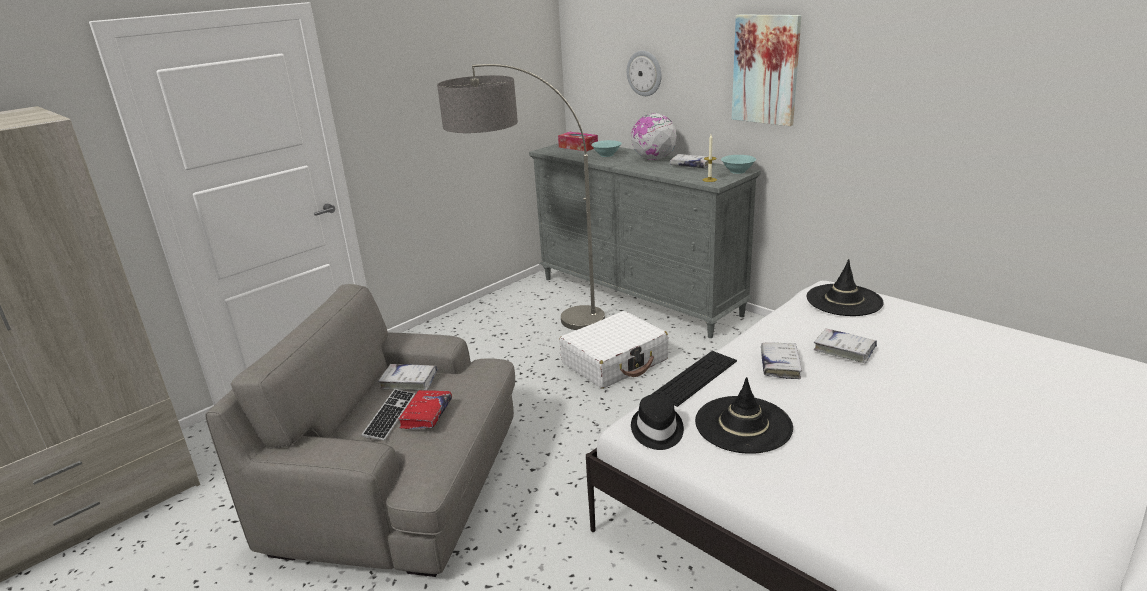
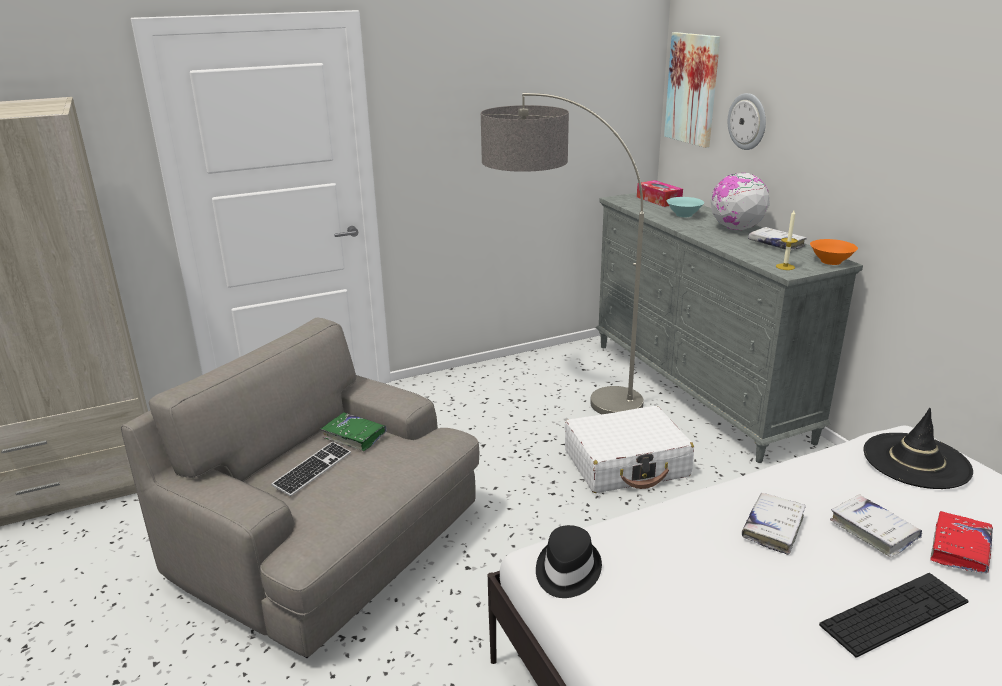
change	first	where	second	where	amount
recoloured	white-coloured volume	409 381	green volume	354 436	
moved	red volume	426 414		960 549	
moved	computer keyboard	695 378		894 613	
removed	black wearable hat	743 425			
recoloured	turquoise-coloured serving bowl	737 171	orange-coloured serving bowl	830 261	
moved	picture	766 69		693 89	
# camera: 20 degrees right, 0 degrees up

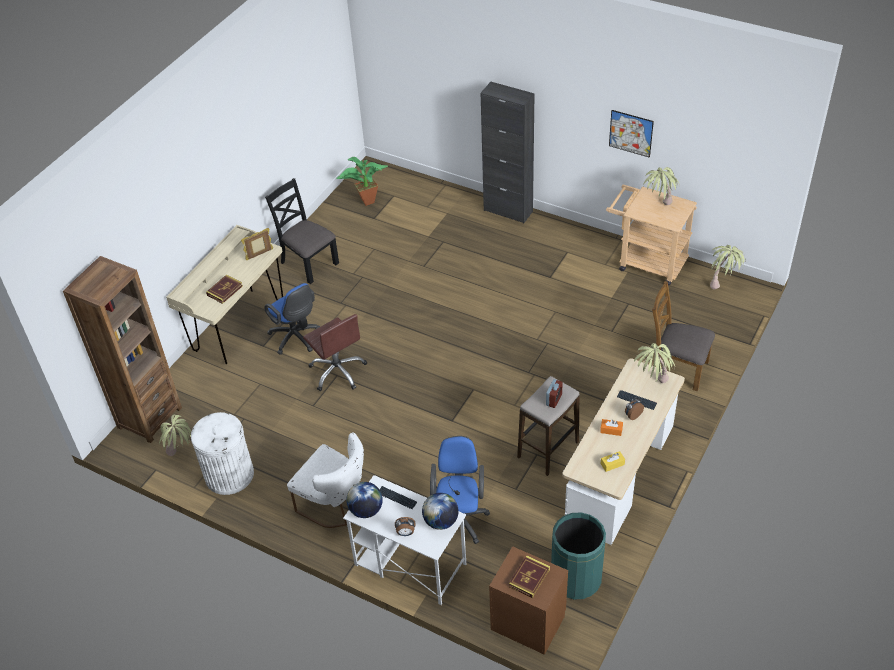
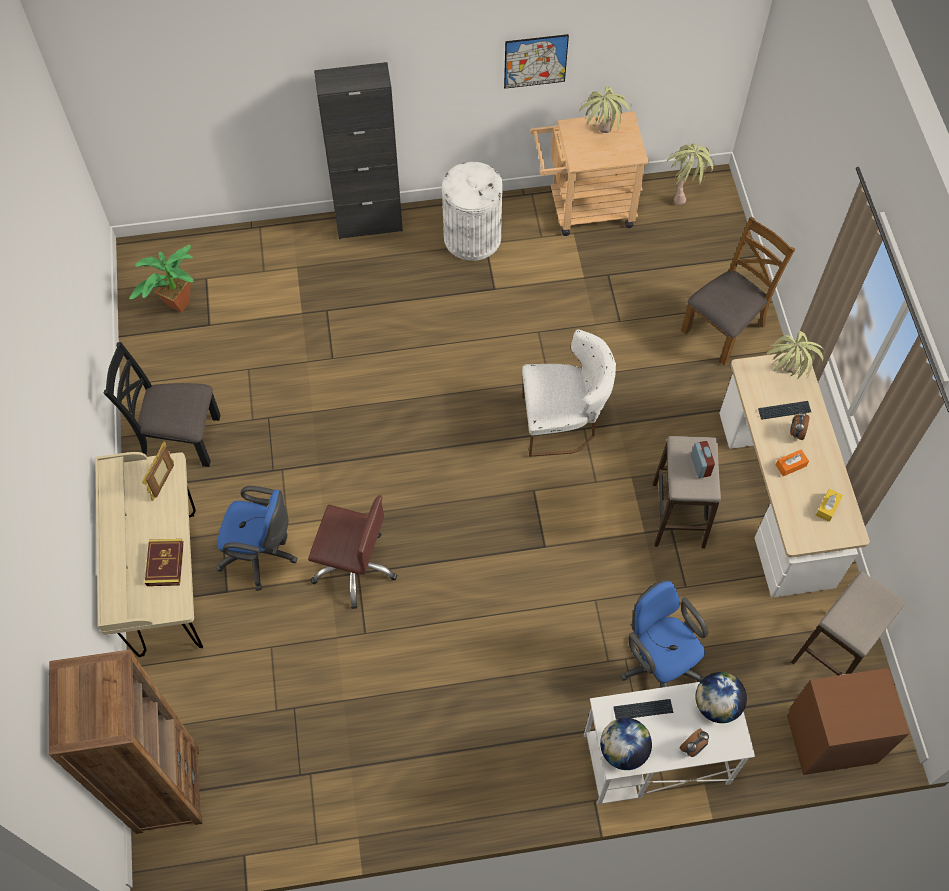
change	first	where	second	where	amount
removed	plant in a pot	182 456			
moved	white-coloured rubbish bin	229 475		472 237	
moved	white-coloured plain chair	335 504		562 423	
removed	volume	529 578			
replaced	green rubbish bin	575 578	sitting stool	834 652	
turned	brown plain chair	677 368		724 328	150 degrees clockwise
# camera: 40 degrees left, 15 degrees up

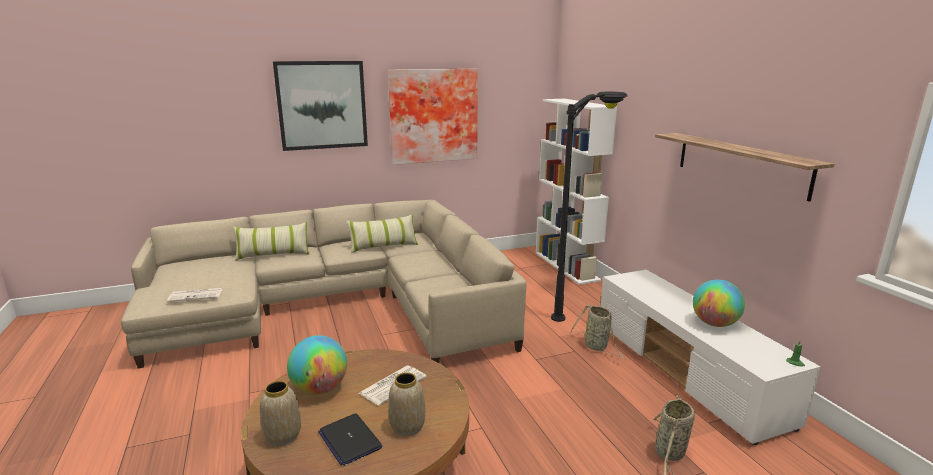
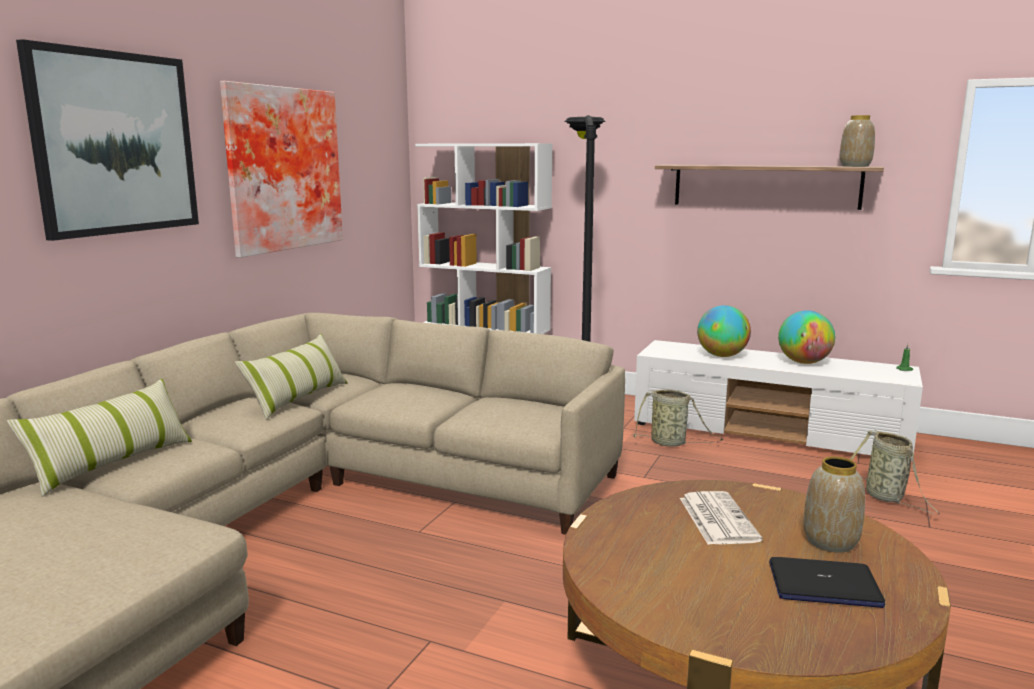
change	first	where	second	where	amount
removed	daily paper	196 295			
moved	flower vase	282 436		855 166	
moved	desk globe	320 389		722 356	
# camera: 45 degrees left, 5 degrees down

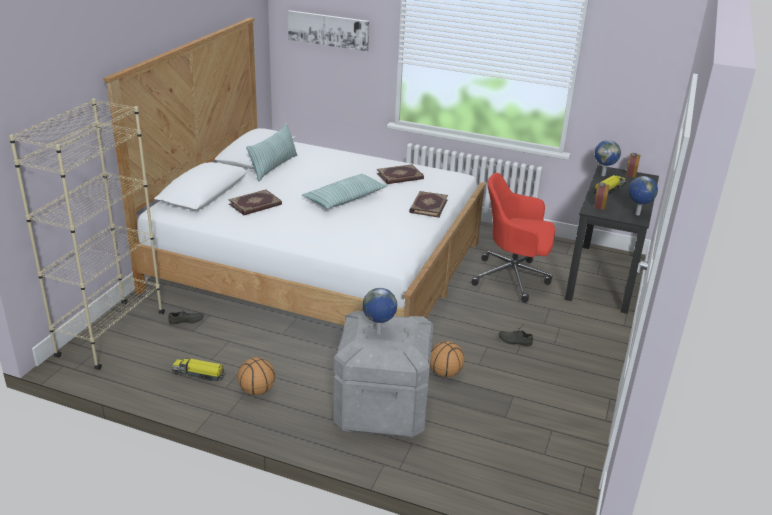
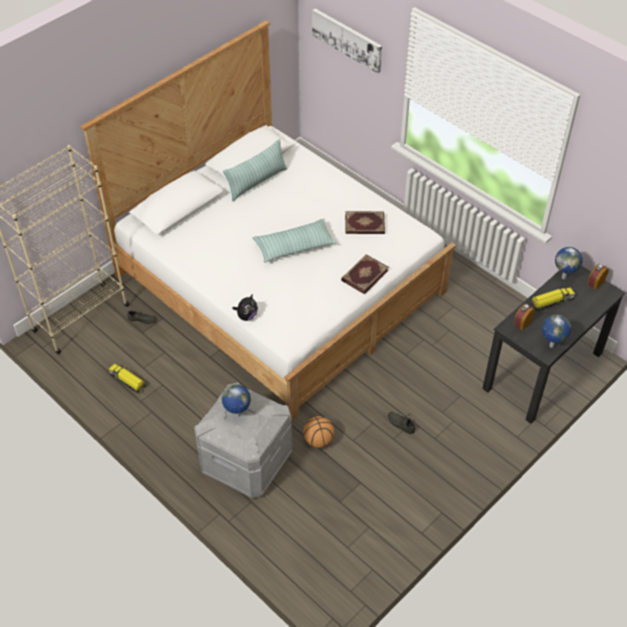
change	first	where	second	where	amount
removed	volume	255 205			
removed	ball for basketball	256 390			
removed	red computer chair	513 278			
added			cuddly toy	246 316	
# camera: 25 degrees right, 20 degrees up

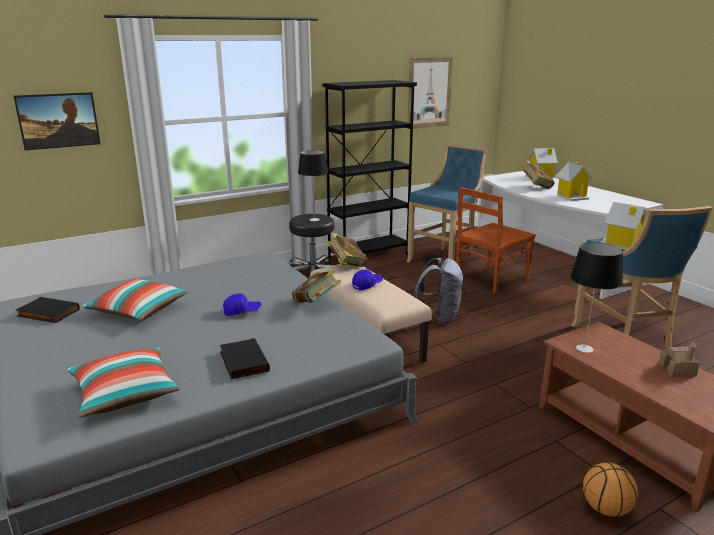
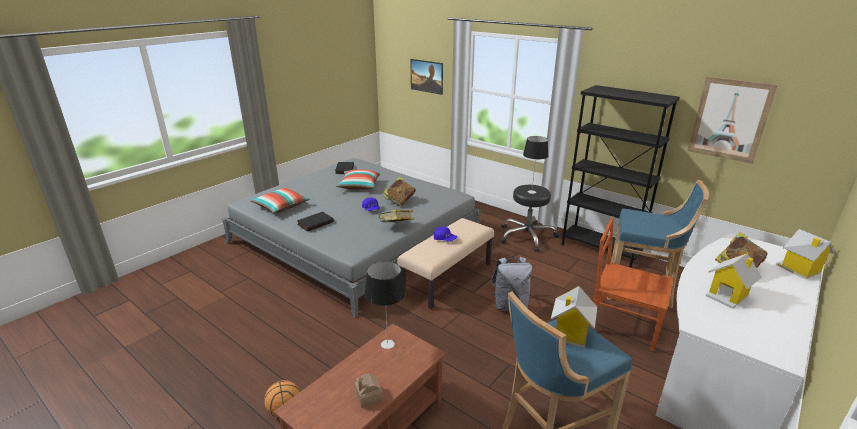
change	first	where	second	where	amount
moved	volume	346 265		400 202	
# camera: 70 degrees right, 5 degrees up

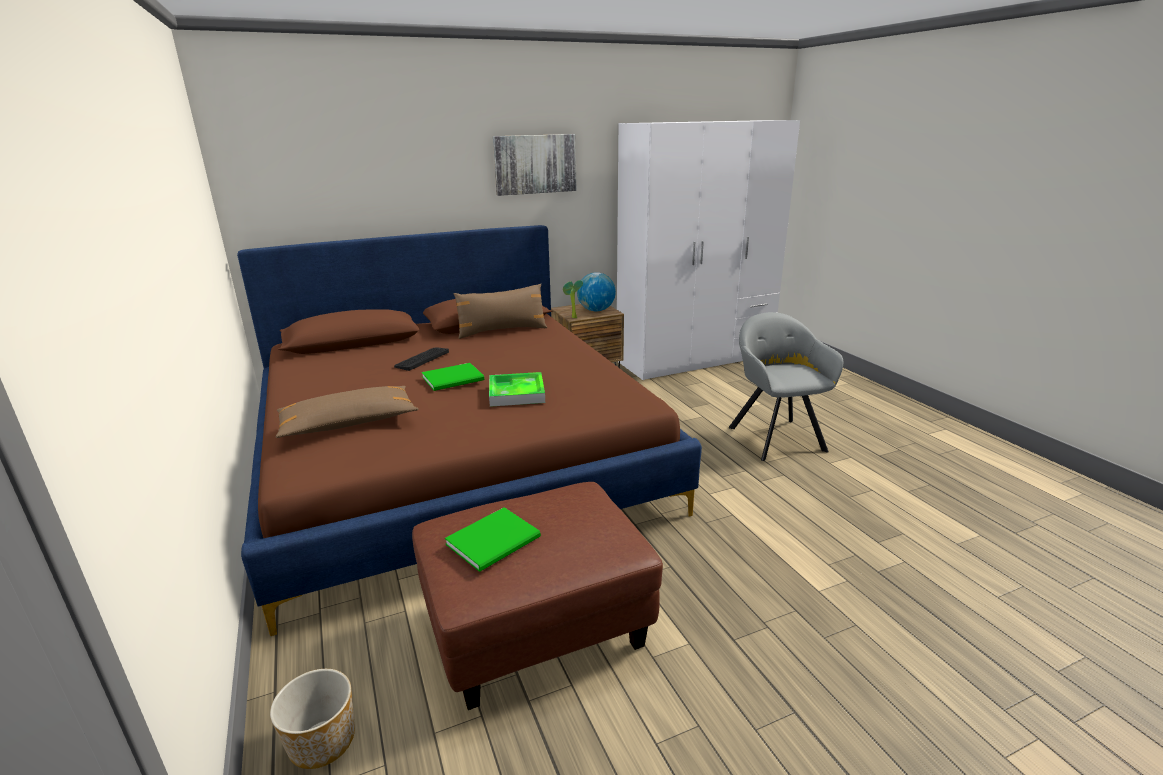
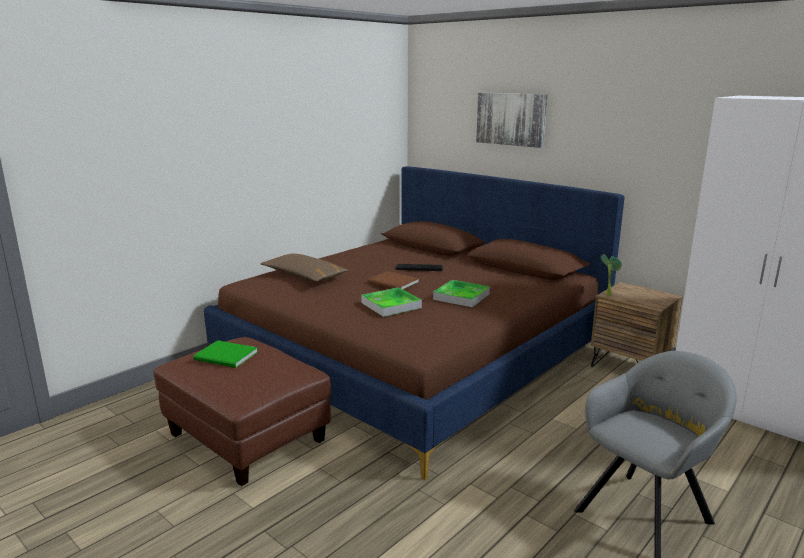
change	first	where	second	where	amount
removed	flower pot	321 742			
recoloured	green volume	455 378	brown volume	394 283	
removed	brown pillow	502 331			
moved	picture	535 164		511 119	
removed	desk globe	596 310			
added			carrying tray	461 297	
# camera: 65 degrees right, 5 degrees down

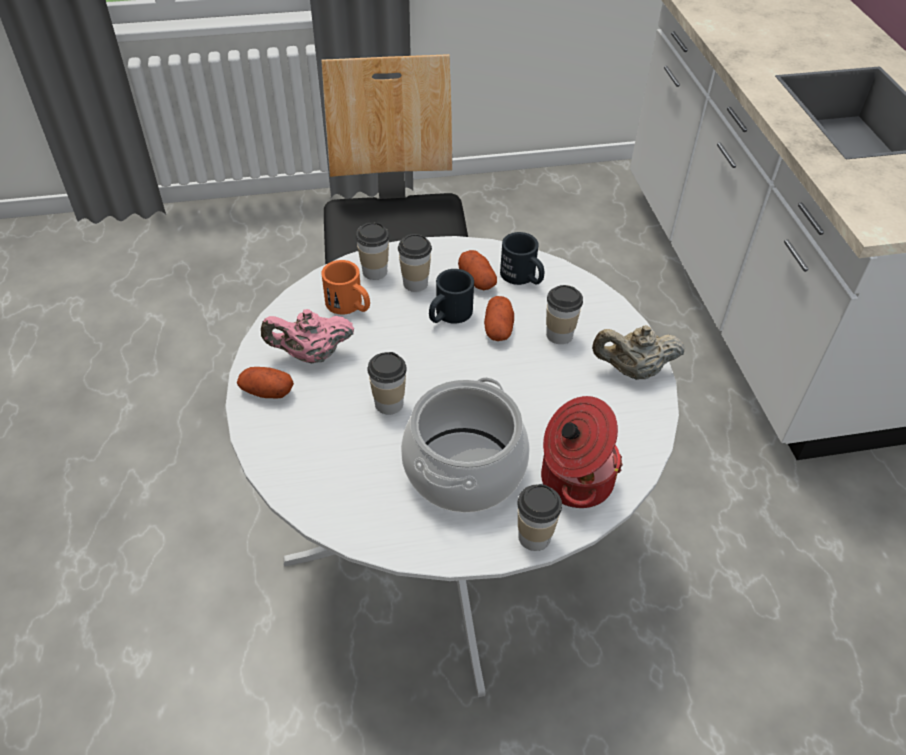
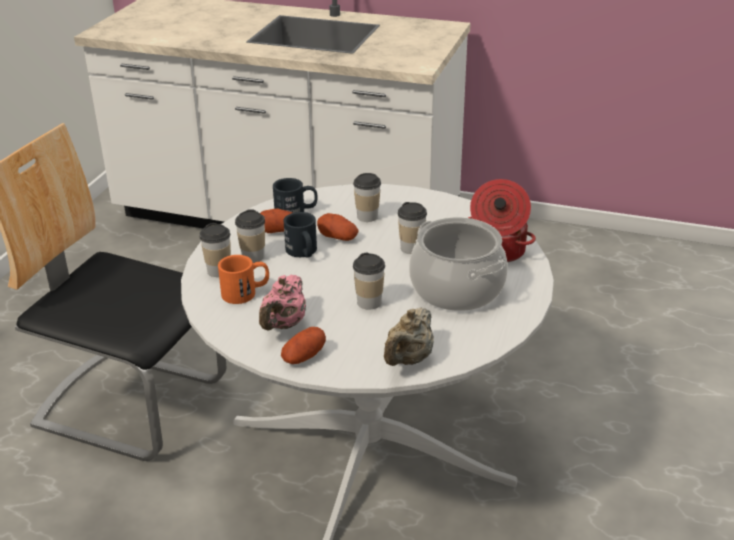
change	first	where	second	where	amount
moved	cup	534 537		411 248	
moved	sand-coloured teapot	633 371		408 359	
# camera: 60 degrees left, 15 degrees down

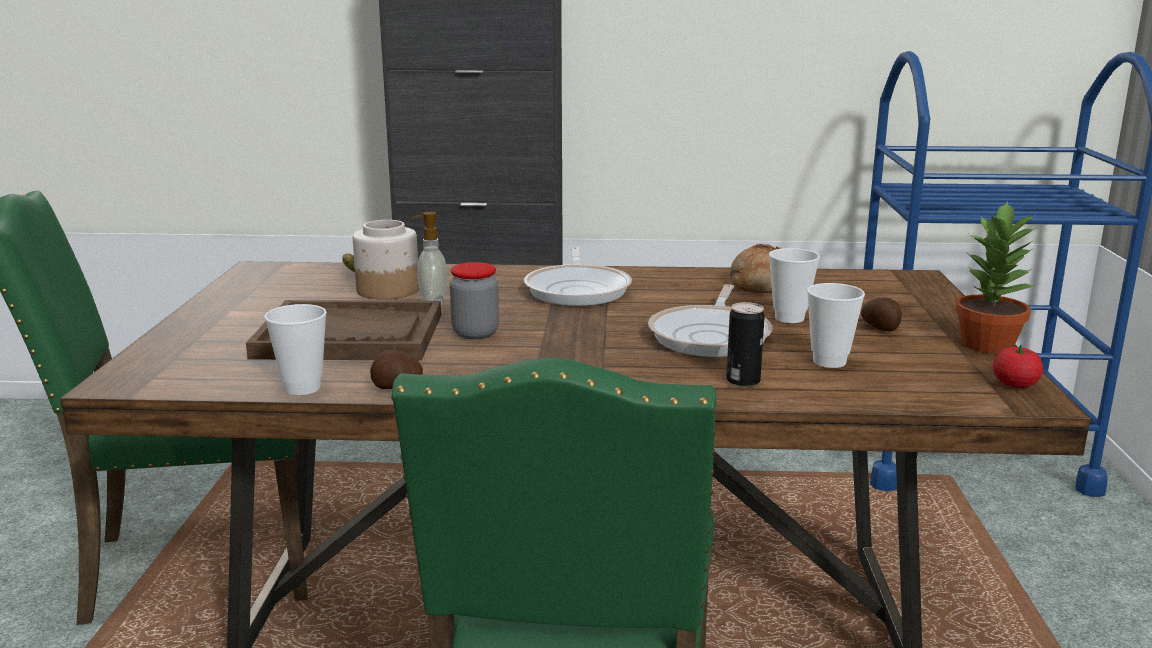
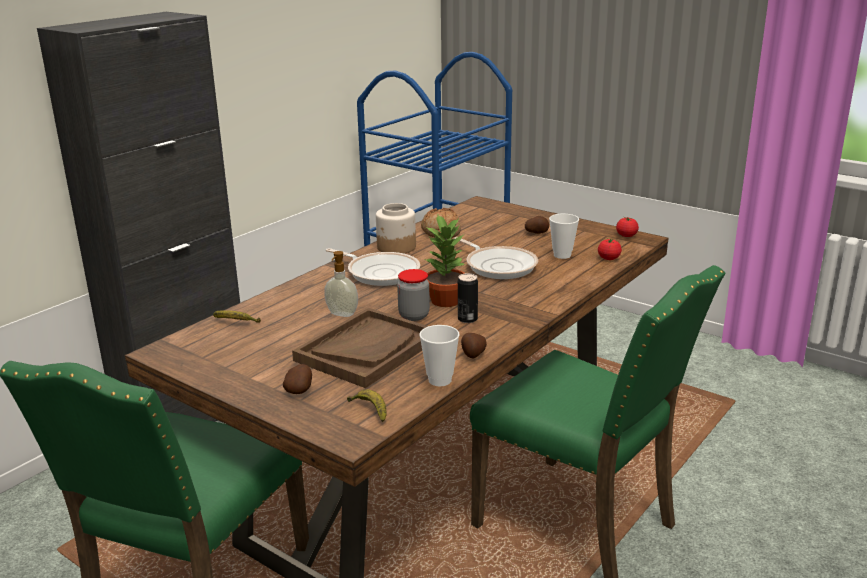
change	first	where	second	where	amount
moved	preserve jar	387 290		396 247	
moved	can	743 381		467 319	
removed	cup	789 318			
moved	plant in a pot	989 344		446 300	
added			whole potato	300 390	
added			whole banana	370 410	
added			whole tomato	608 258	
# camera: 55 degrees left, 5 degrees up

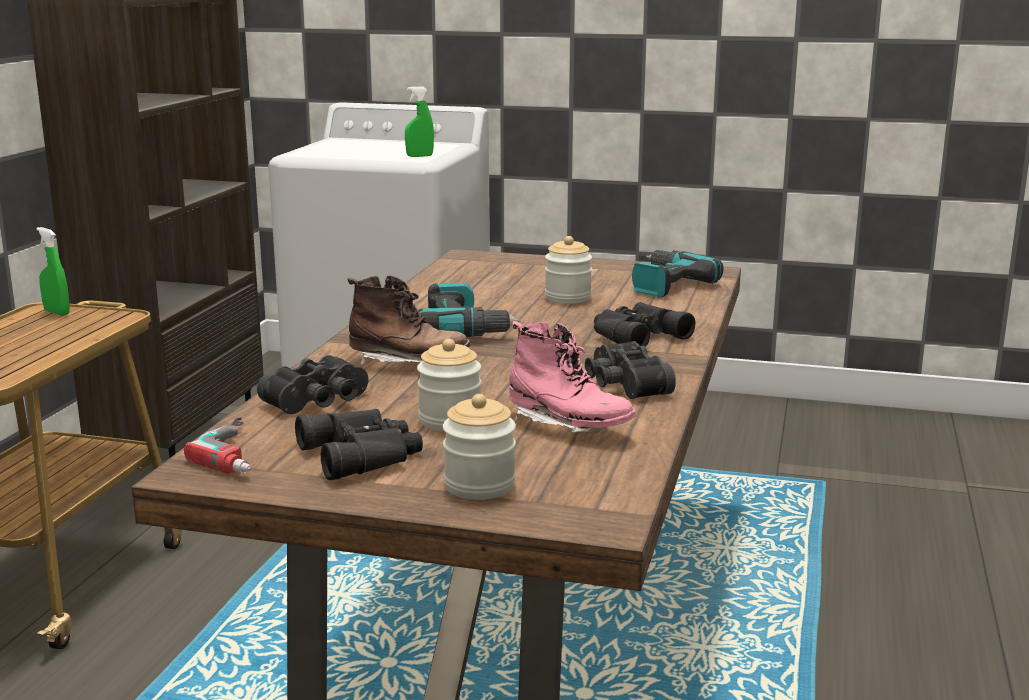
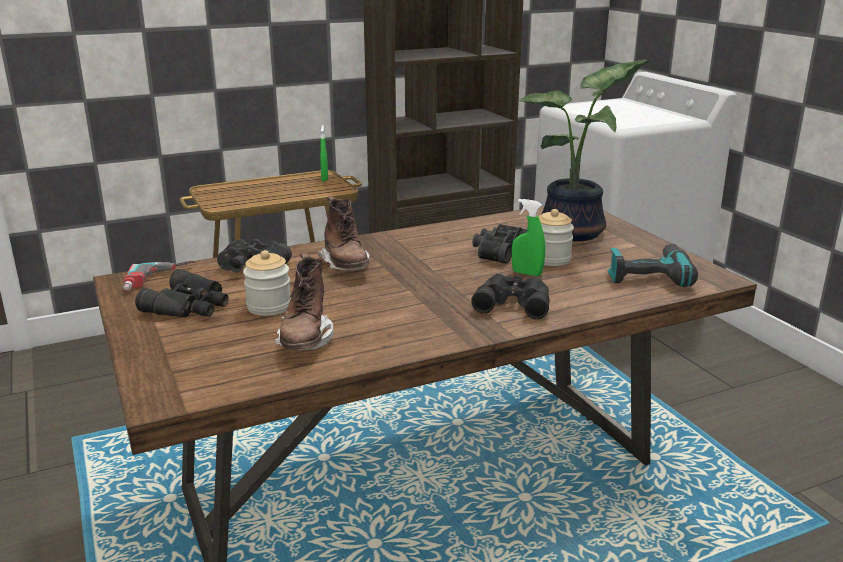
change	first	where	second	where	amount
moved	green hand sprayer	419 156		527 273	
removed	power drill	463 328			
removed	preserve jar	479 485			
recoloured	pink-coloured boot	568 426	brown boot	305 340	
moved	black binoculars	623 385		497 252	
added			plant in a pot	576 232	
# camera: 50 degrees right, 5 degrees up

